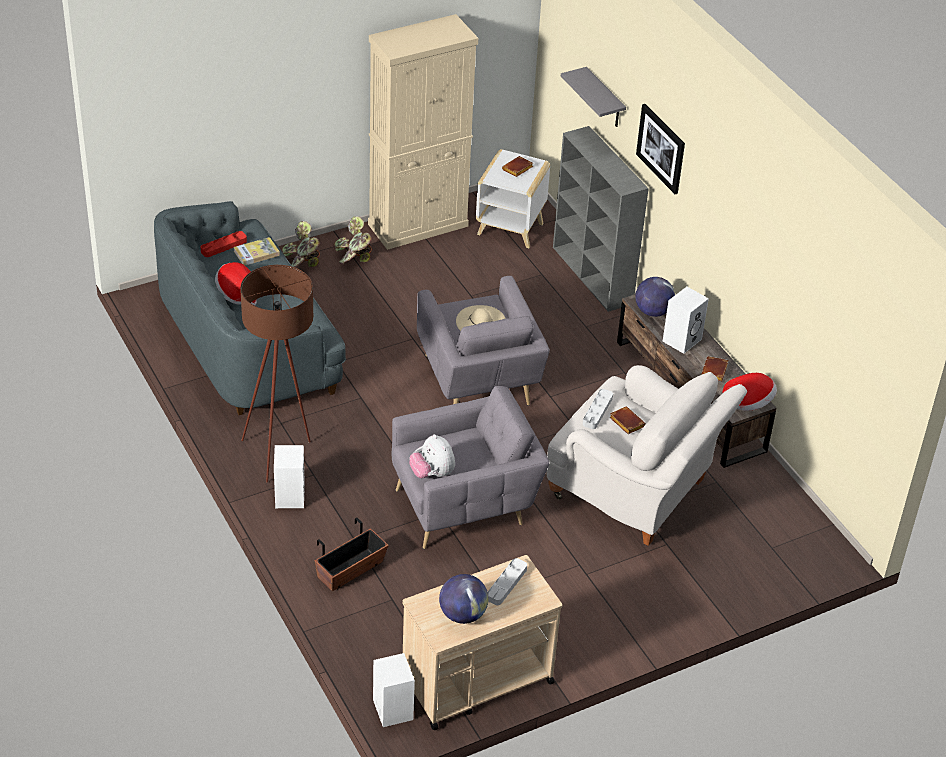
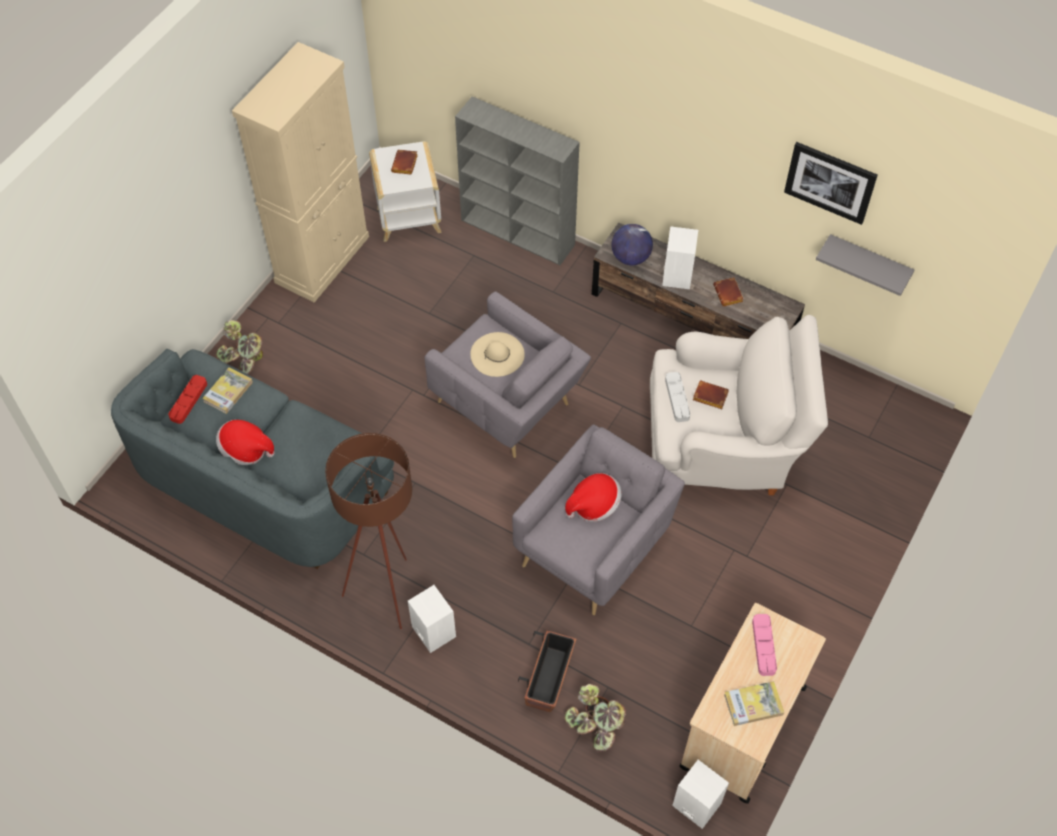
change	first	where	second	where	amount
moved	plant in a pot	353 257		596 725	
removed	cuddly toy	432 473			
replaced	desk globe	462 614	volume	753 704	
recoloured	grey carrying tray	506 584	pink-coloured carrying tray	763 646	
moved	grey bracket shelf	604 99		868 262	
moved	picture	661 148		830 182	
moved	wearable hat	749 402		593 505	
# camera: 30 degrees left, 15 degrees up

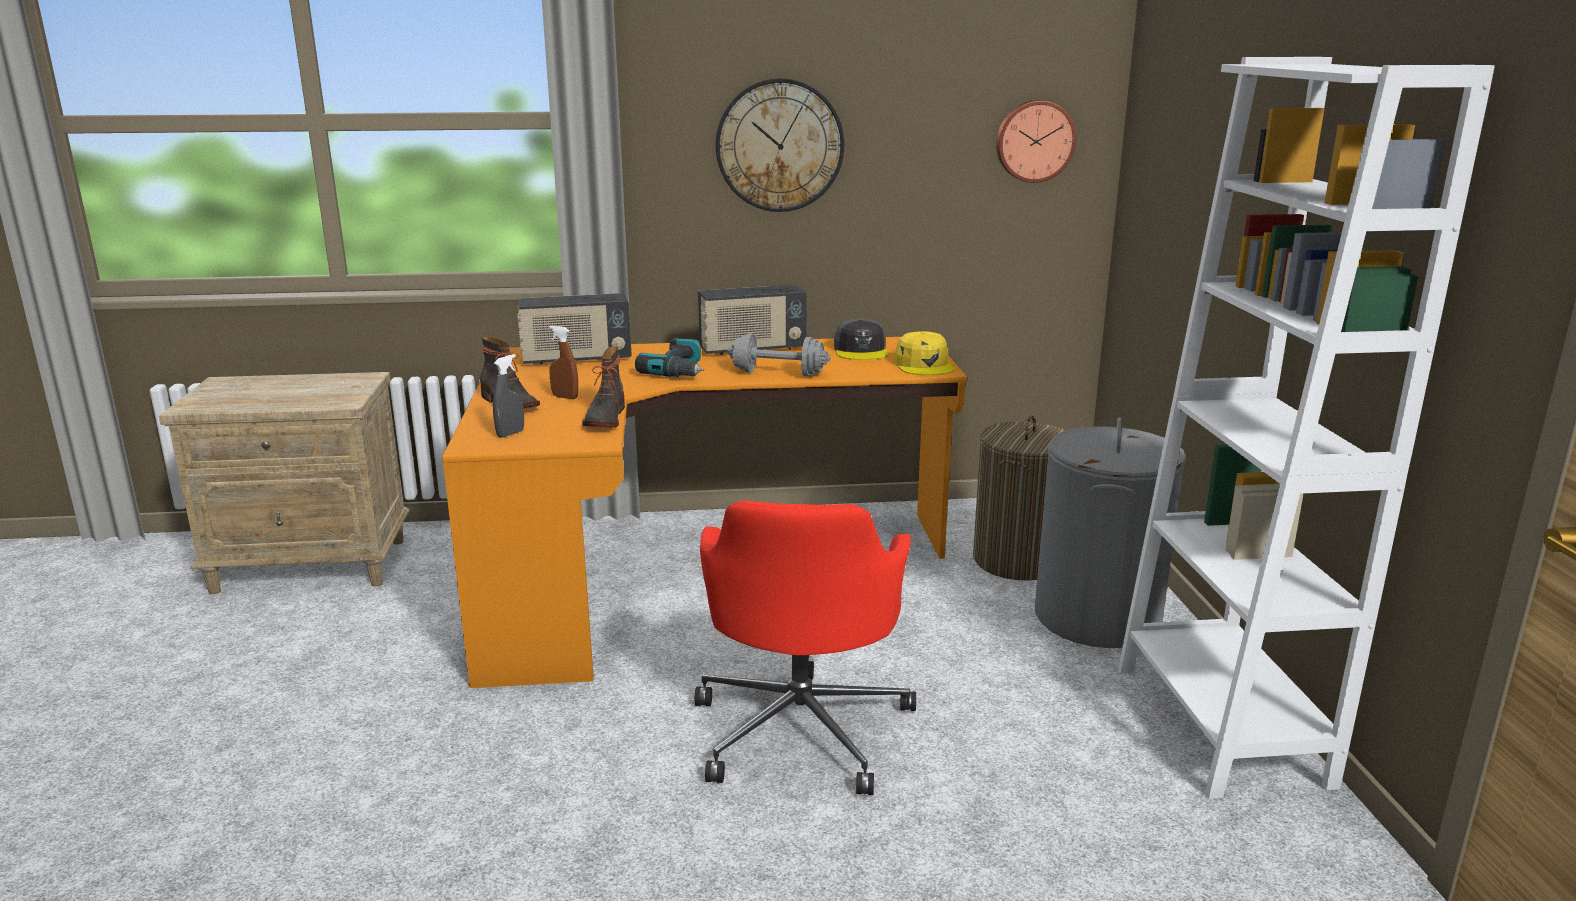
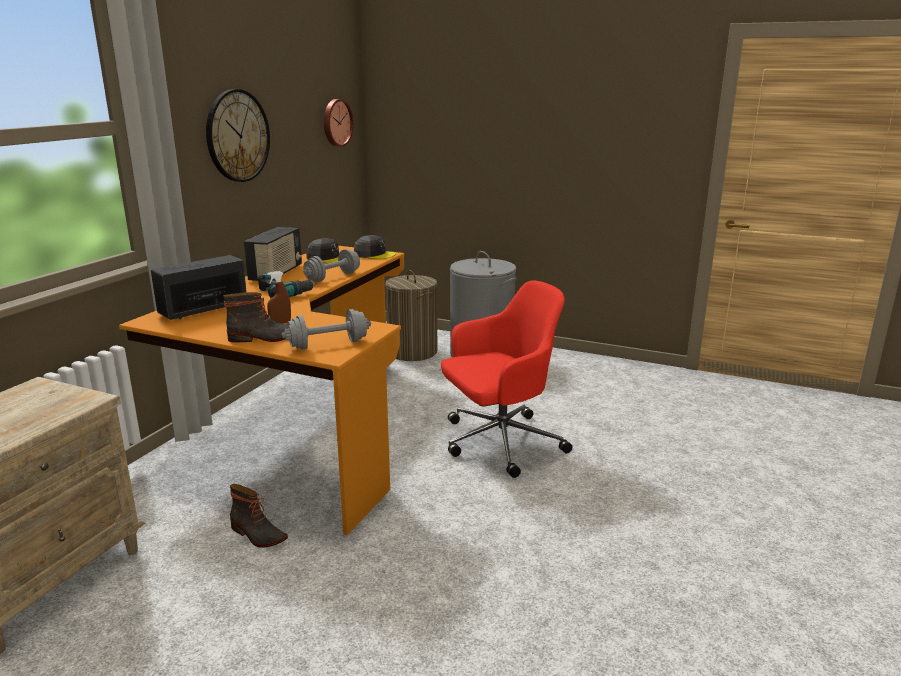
change	first	where	second	where	amount
replaced	grey hand sprayer	510 433	grey dumbbell	328 344	
turned	radio receiver	576 359		204 309	150 degrees counterclockwise
moved	boot	604 418		257 535	
turned	red computer chair	802 727		499 443	60 degrees counterclockwise
recoloured	yellow-coloured cap	924 365	grey cap	374 254	
removed	white-coloured bookshelf	1219 724			
# camera: 60 degrees left, 0 degrees up

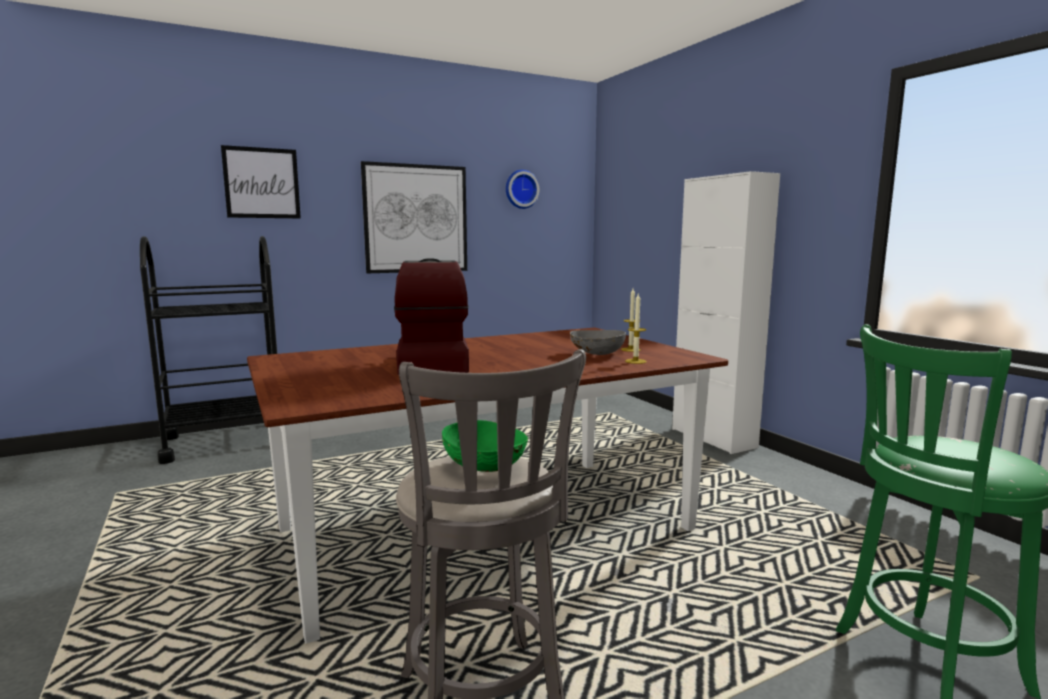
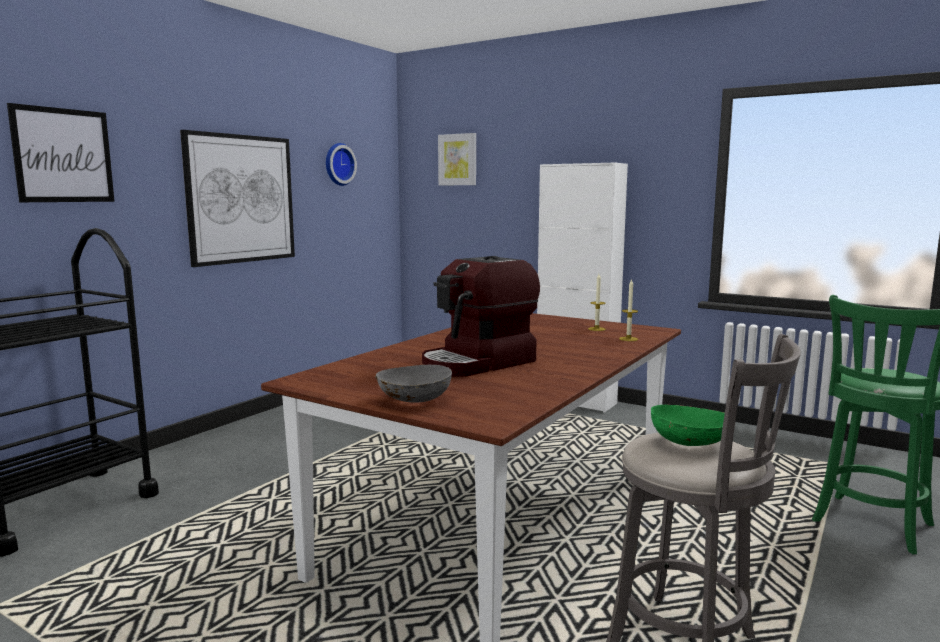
change	first	where	second	where	amount
turned	coffee machine	431 363		478 363	90 degrees counterclockwise
moved	grey serving bowl	596 354		414 401	
added			picture	457 159	
# camera: 30 degrees left, 0 degrees up

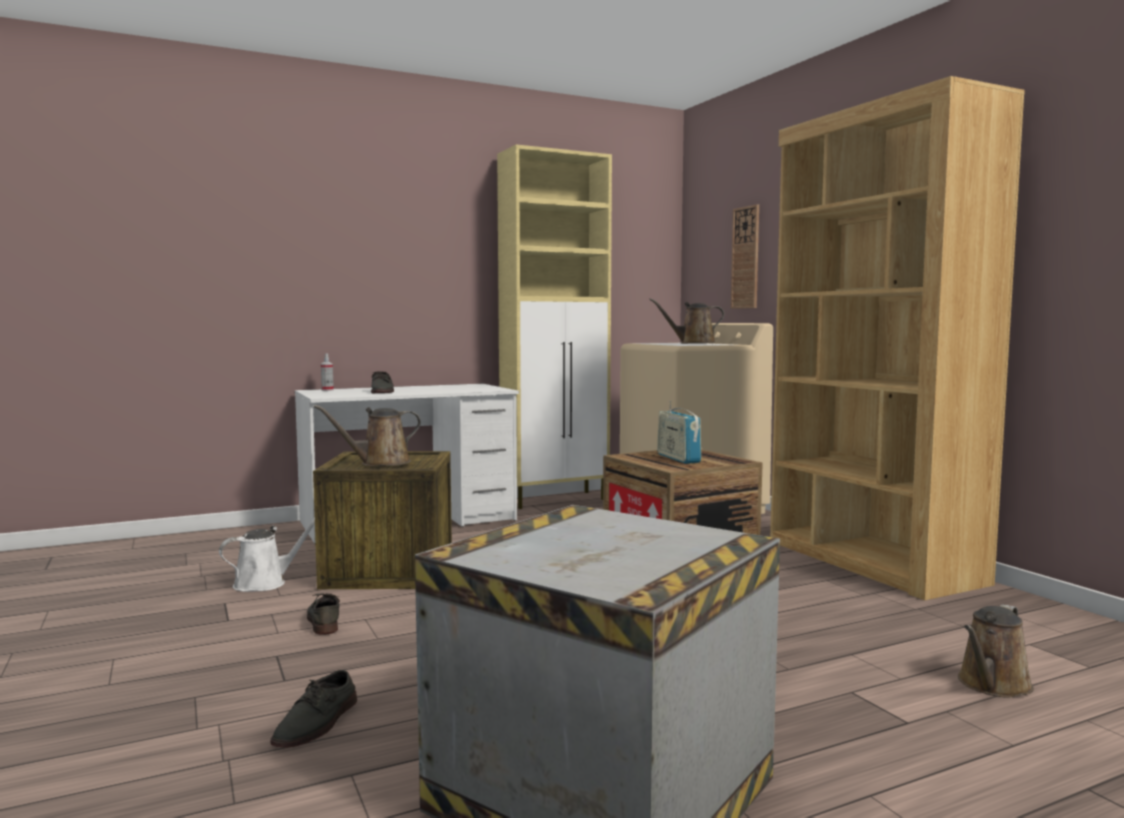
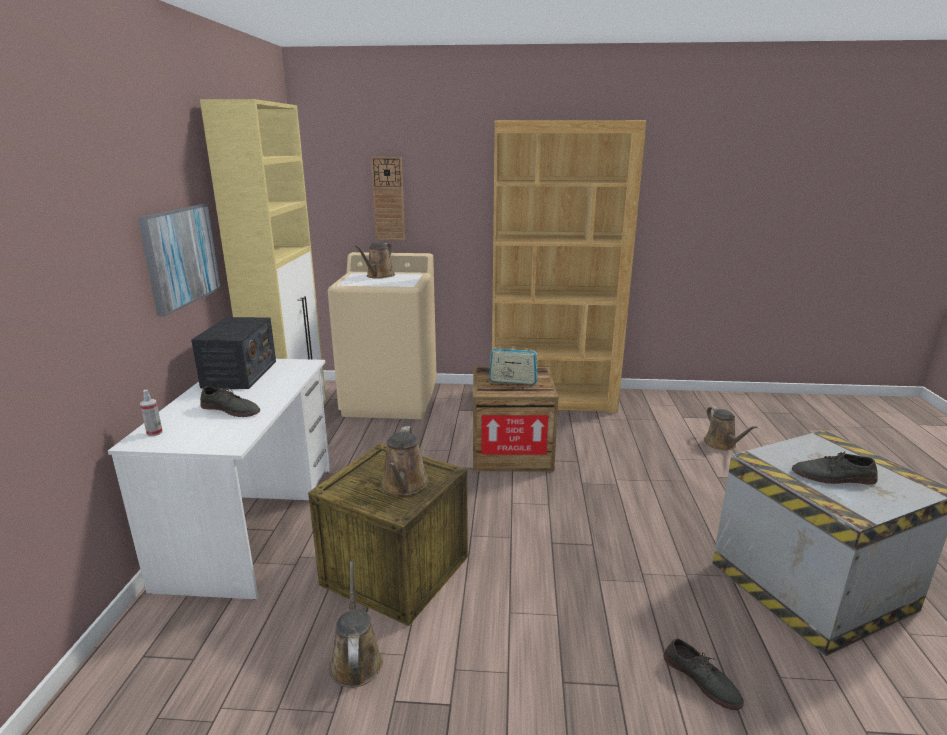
change	first	where	second	where	amount
recoloured	white-coloured watering can	265 583	brown watering can	356 659	
moved	grey shoe	324 620		833 477	
added			picture	180 256	
added			radio receiver	240 374	
# camera: 60 degrees left, 15 degrees up

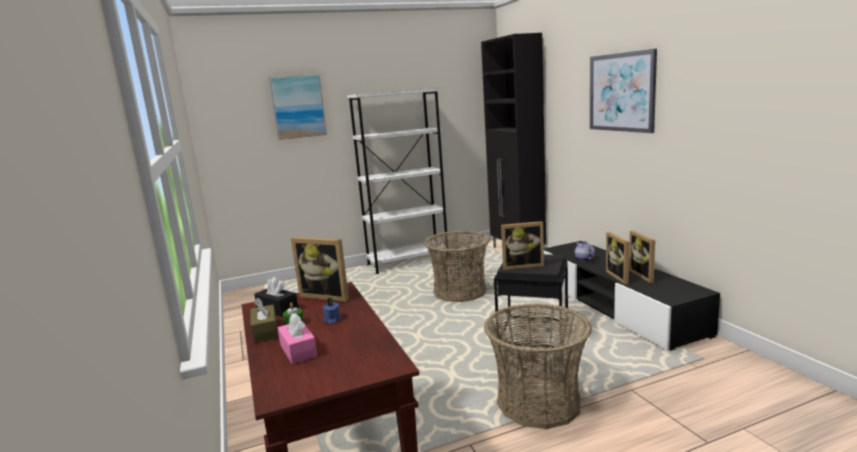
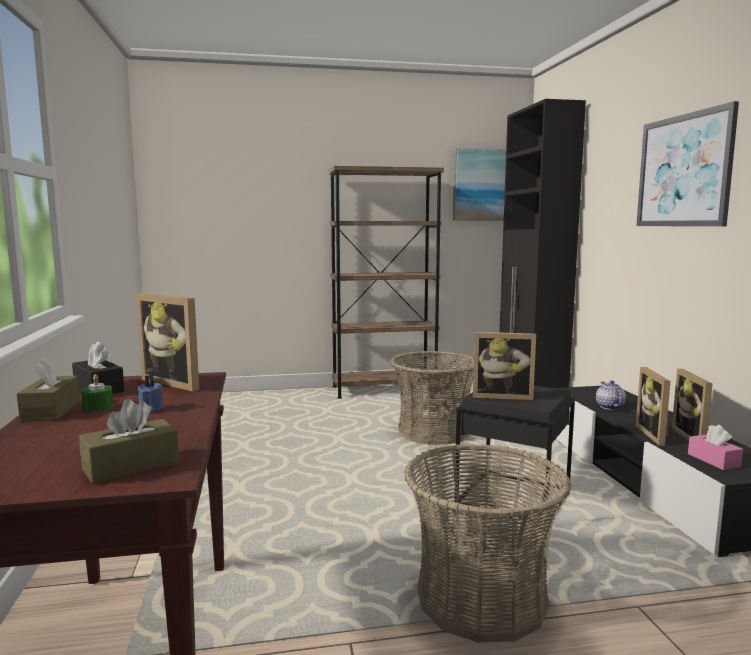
change	first	where	second	where	amount
moved	picture	298 106		480 185	
moved	pink-coloured tissue box	298 350		713 460	
recoloured	white-coloured bookshelf	408 262	brown bookshelf	384 390	
added			brown tissue box	131 466	
# camera: 10 degrees right, 5 degrees down

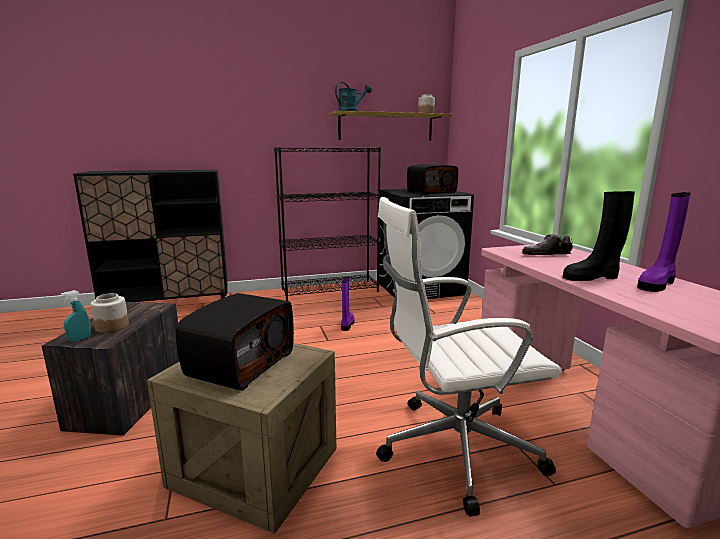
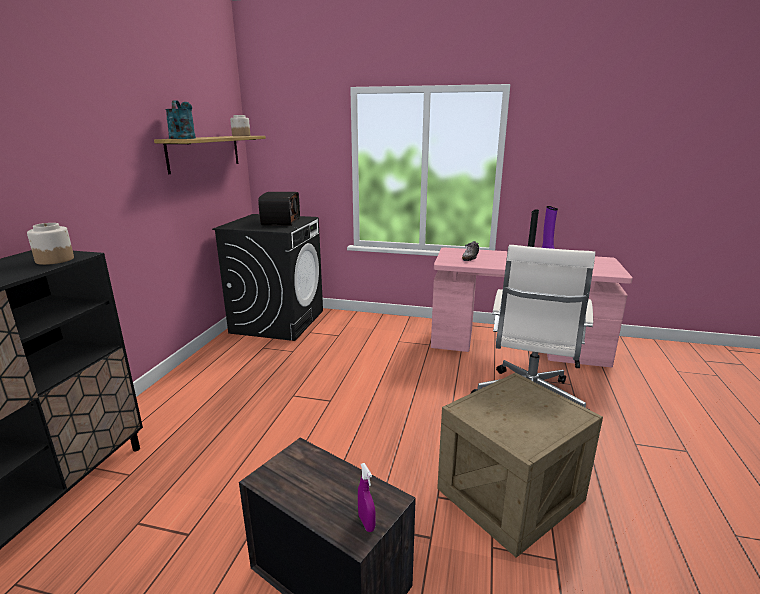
change	first	where	second	where	amount
recoloured	turquoise-coloured hand sprayer	80 339	purple hand sprayer	366 523	
moved	preserve jar	112 326		55 260	
removed	radio receiver	240 363			
removed	black bookshelf	330 290			
removed	purple boot	347 324			
# camera: 60 degrees left, 5 degrees up

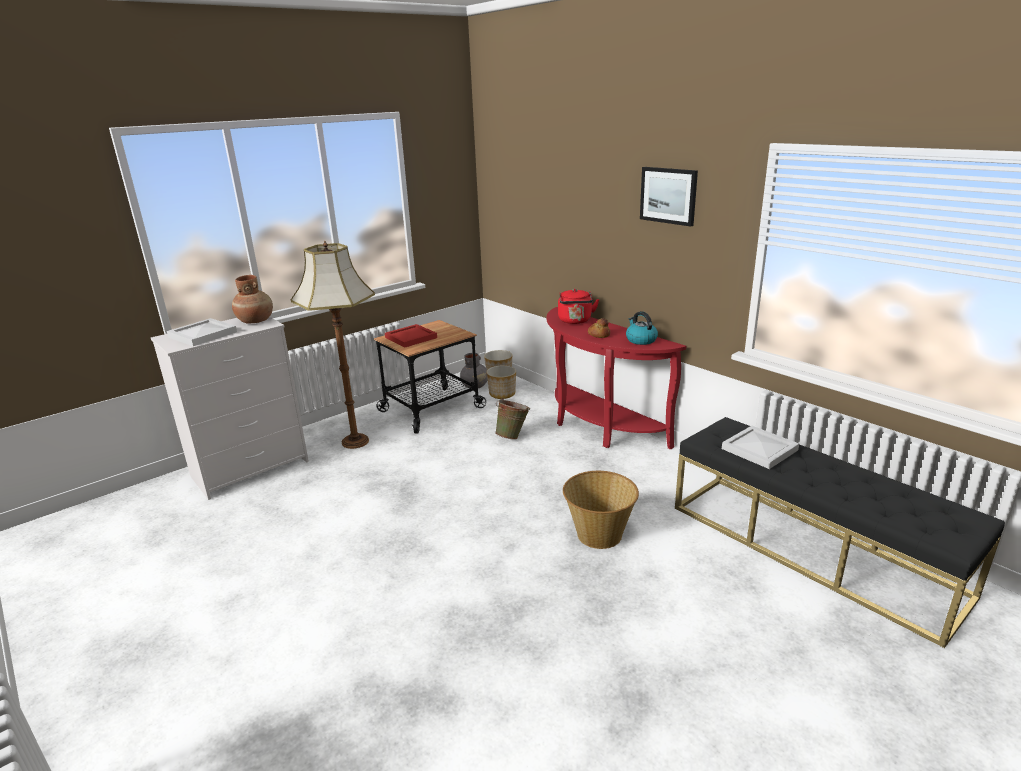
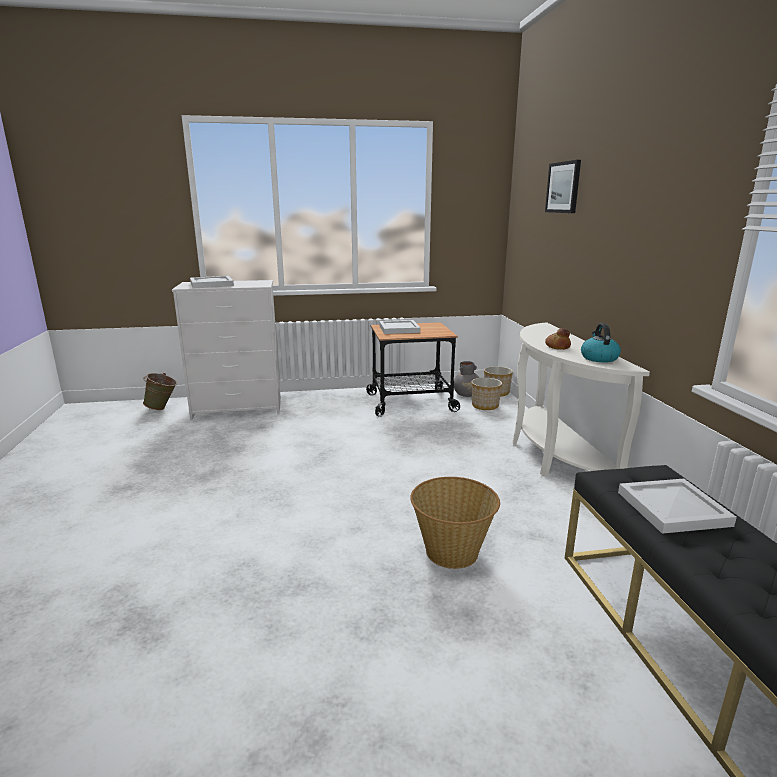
change	first	where	second	where	amount
removed	brown flower vase	255 321			
removed	standing lamp	355 441			
recoloured	red carrying tray	411 337	white-coloured carrying tray	399 329	
moved	green water bucket	513 436		163 408	
recoloured	red console table	597 427	white-coloured console table	552 456	
removed	red kettle	575 321			
moved	picture	668 195		563 187	
# camera: 30 degrees right, 5 degrees down

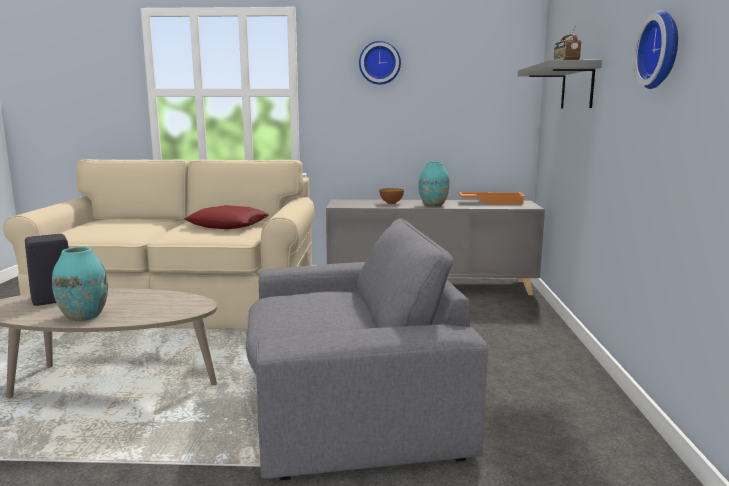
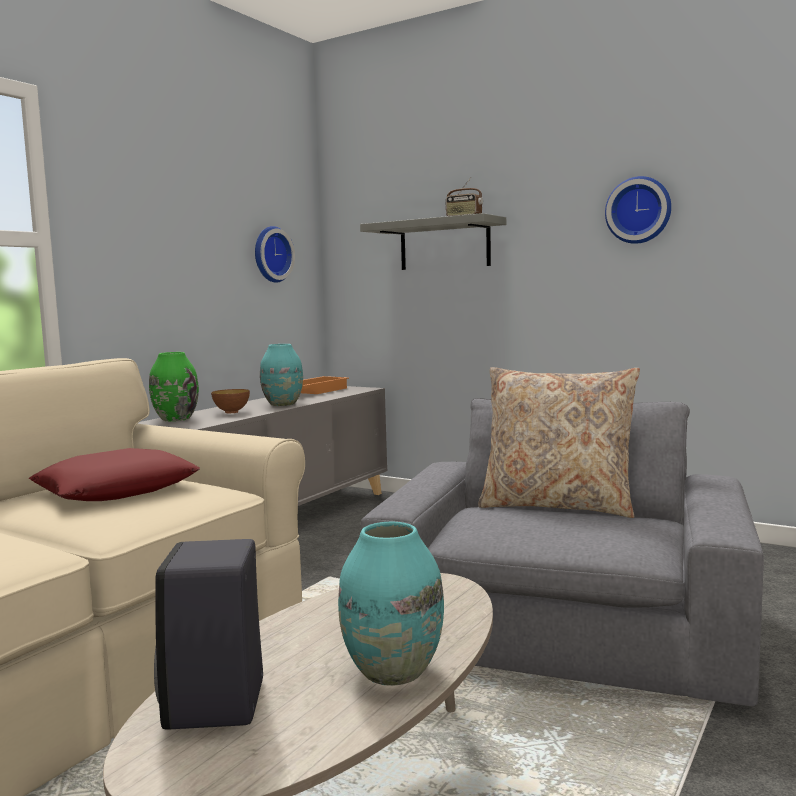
change	first	where	second	where	amount
moved	wall clock	379 63		270 254	
added			green flower vase	175 419	
added			sand-coloured pillow	557 505	
# camera: 60 degrees left, 5 degrees down

